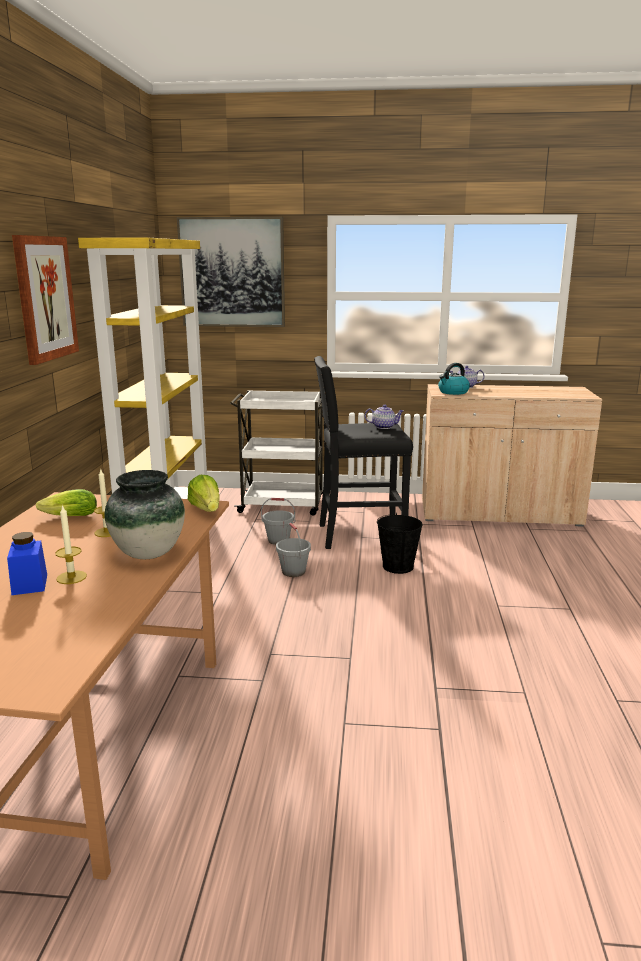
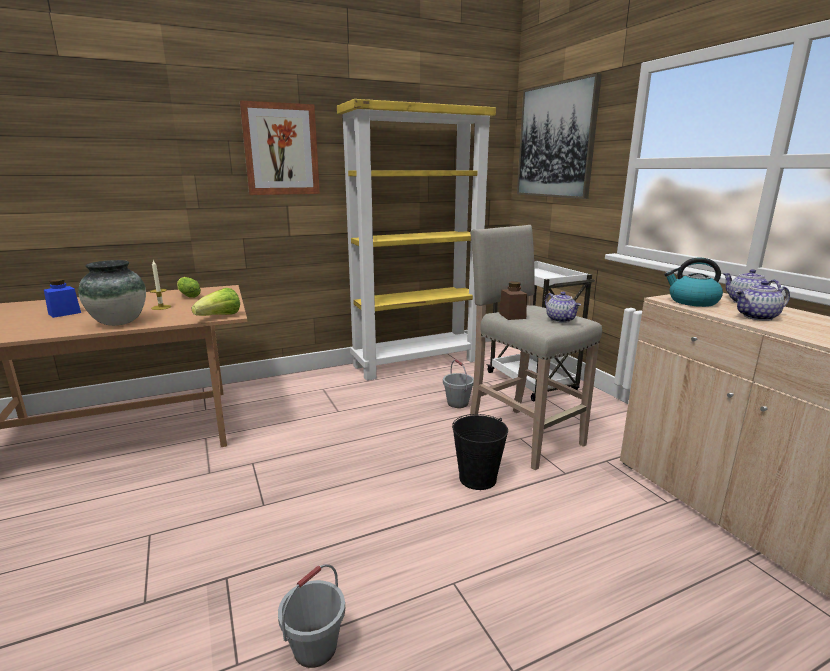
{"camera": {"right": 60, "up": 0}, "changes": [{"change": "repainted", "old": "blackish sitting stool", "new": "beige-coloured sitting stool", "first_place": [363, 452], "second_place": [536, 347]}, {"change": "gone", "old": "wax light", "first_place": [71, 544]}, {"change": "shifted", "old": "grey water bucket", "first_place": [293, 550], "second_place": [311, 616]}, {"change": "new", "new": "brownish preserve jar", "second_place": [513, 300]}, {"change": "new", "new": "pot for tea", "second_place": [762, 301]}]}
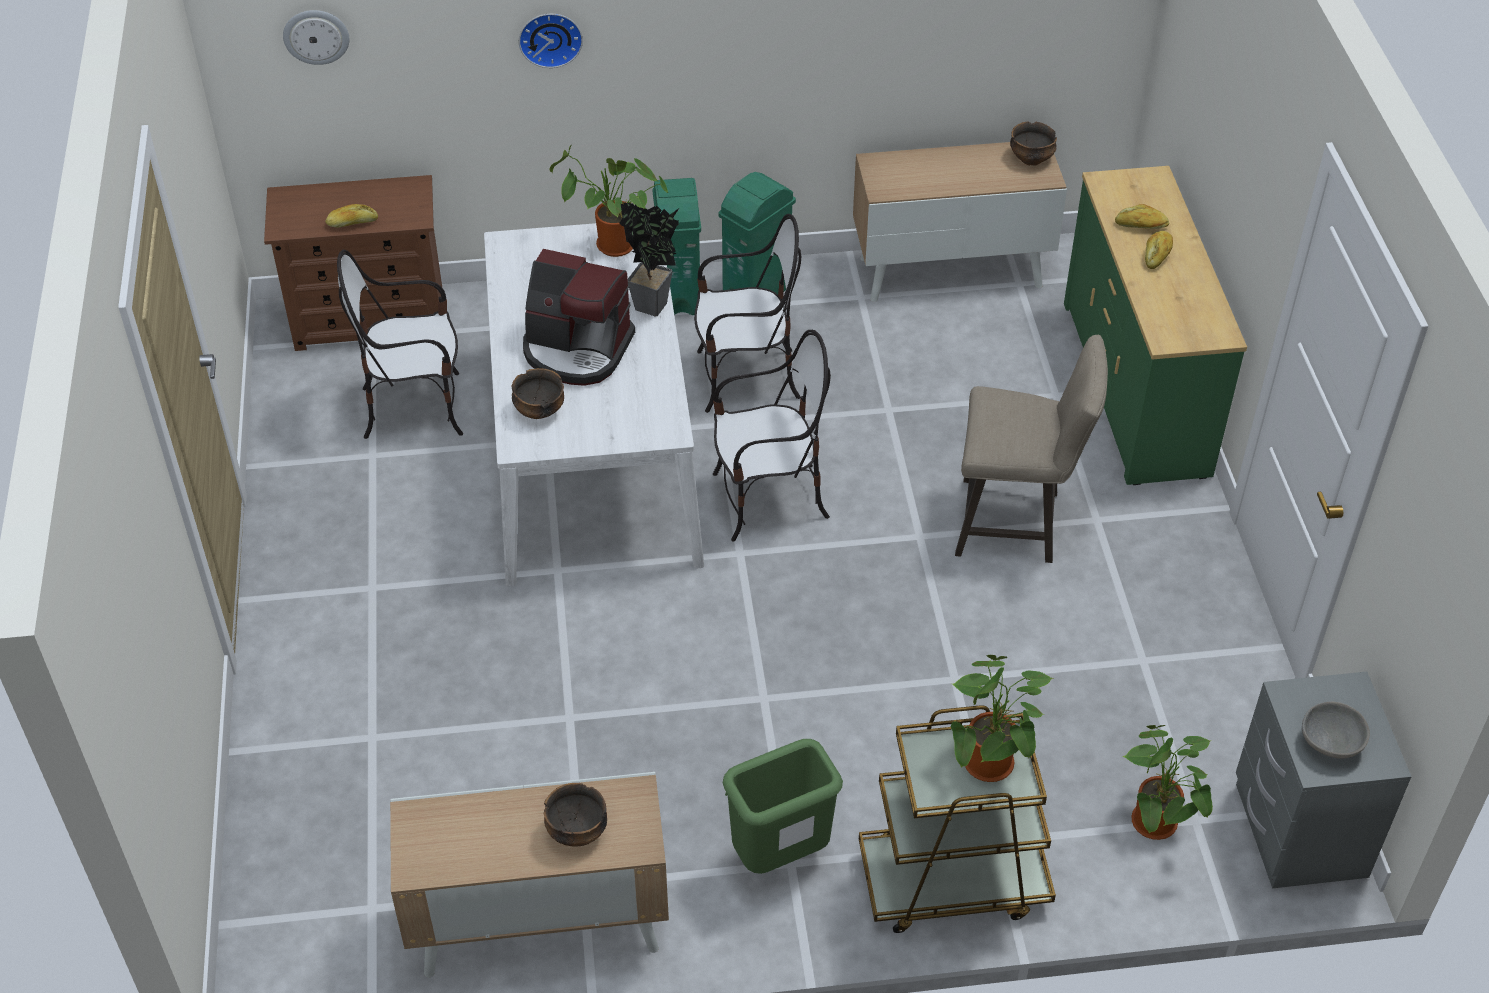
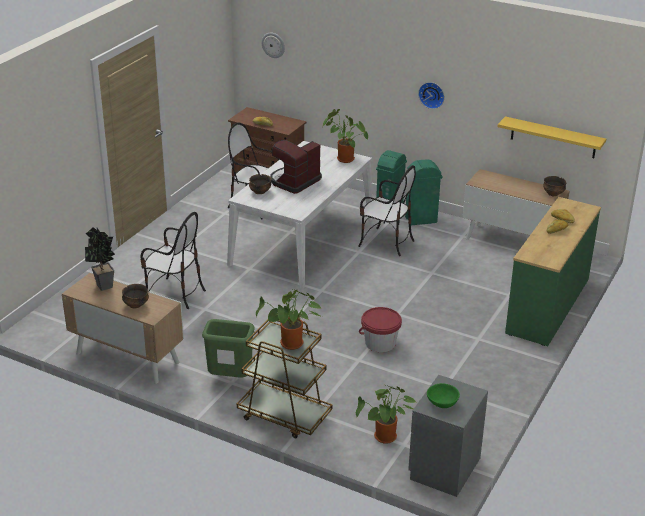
{"camera": {"right": 35, "up": -15}, "changes": [{"change": "shifted", "old": "clock on the wall", "first_place": [551, 41], "second_place": [431, 95]}, {"change": "shifted", "old": "houseplant", "first_place": [649, 260], "second_place": [100, 259]}, {"change": "rotated", "old": "coffee maker", "first_place": [579, 317], "second_place": [296, 167], "degrees": 75}, {"change": "shifted", "old": "chair", "first_place": [772, 436], "second_place": [173, 260]}, {"change": "gone", "old": "beige-coloured sitting stool", "first_place": [1031, 449]}, {"change": "repainted", "old": "grey bowl", "new": "greenish bowl", "first_place": [1336, 730], "second_place": [443, 395]}, {"change": "new", "new": "yellow shelf", "second_place": [551, 137]}, {"change": "new", "new": "red-coloured water bucket", "second_place": [380, 329]}]}
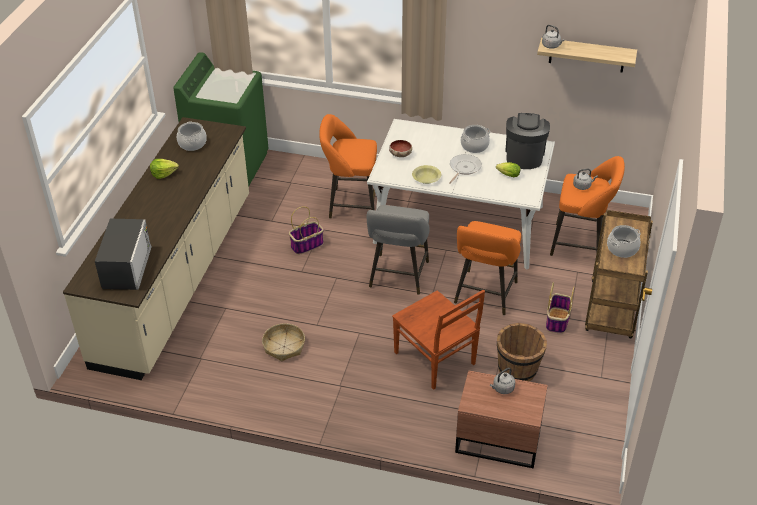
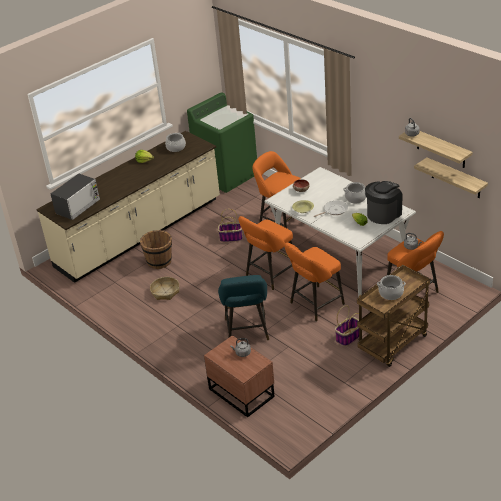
{"camera": {"right": 35, "up": -5}, "changes": [{"change": "repainted", "old": "grey sitting stool", "new": "orange-coloured sitting stool", "first_place": [398, 250], "second_place": [266, 253]}, {"change": "swapped", "old": "brownish chair", "new": "blue-green sitting stool", "first_place": [438, 340], "second_place": [243, 307]}, {"change": "shifted", "old": "brownish water bucket", "first_place": [522, 352], "second_place": [156, 249]}, {"change": "new", "new": "shelf", "second_place": [451, 177]}]}
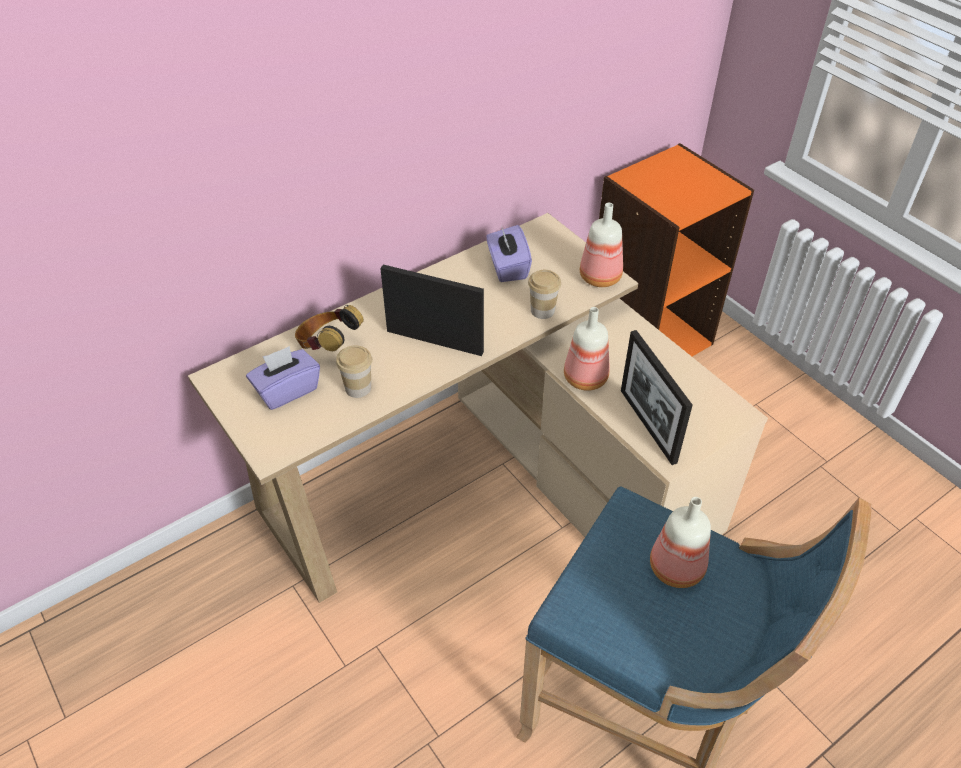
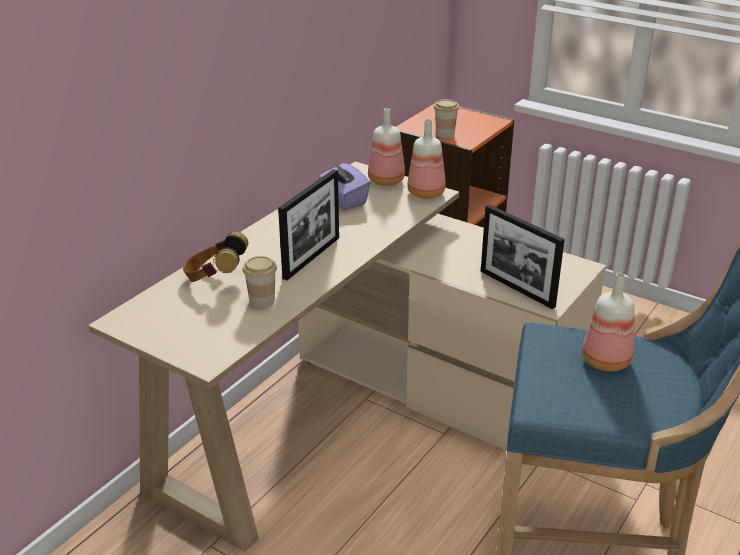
{"camera": {"right": -20, "up": -15}, "changes": [{"change": "rotated", "old": "photo frame", "first_place": [432, 310], "second_place": [308, 224], "degrees": 120}, {"change": "shifted", "old": "cup", "first_place": [544, 294], "second_place": [446, 118]}, {"change": "shifted", "old": "drink bottle", "first_place": [587, 349], "second_place": [386, 147]}, {"change": "gone", "old": "purple tissue holder", "first_place": [283, 378]}]}
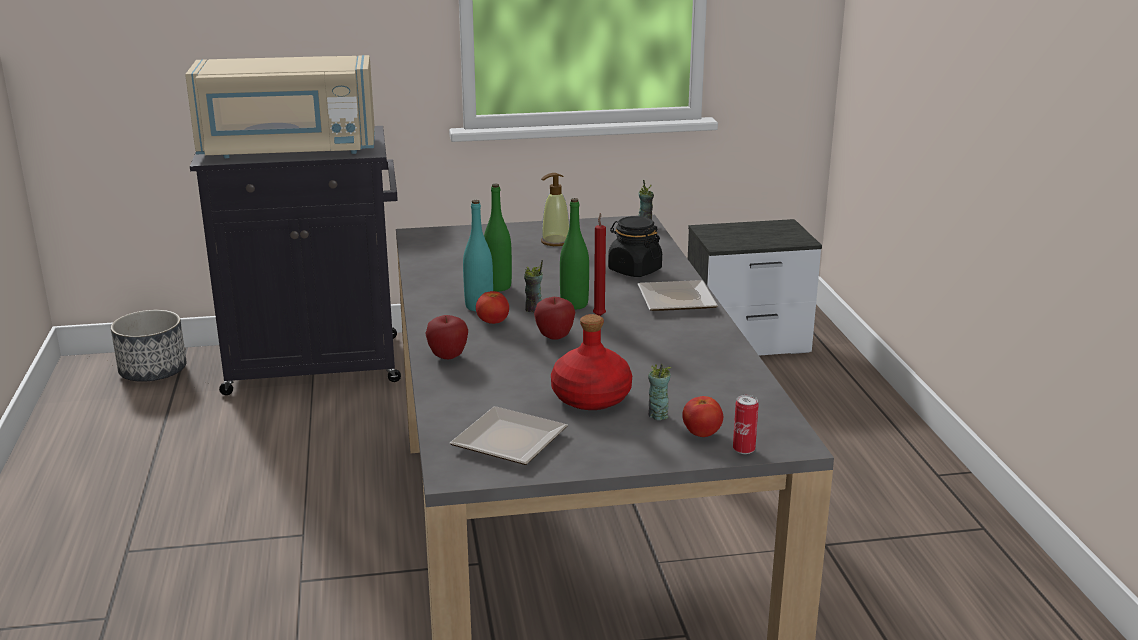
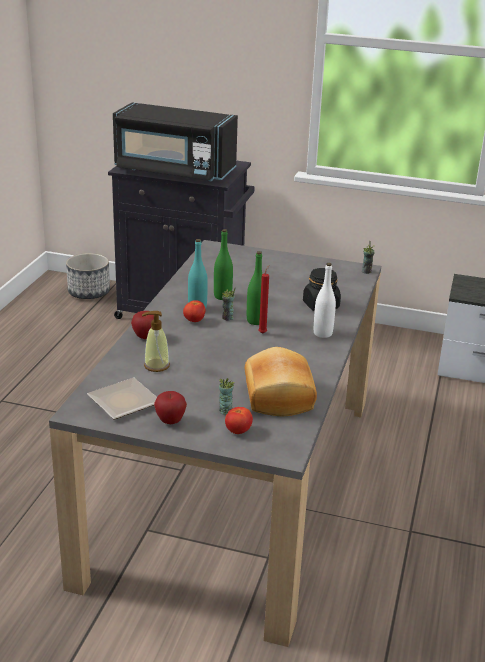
{"camera": {"right": 25, "up": 5}, "changes": [{"change": "repainted", "old": "beige-coloured kitchen microwave", "new": "blackish kitchen microwave", "first_place": [280, 106], "second_place": [175, 141]}, {"change": "shifted", "old": "soap bottle", "first_place": [555, 209], "second_place": [156, 341]}, {"change": "swapped", "old": "plate", "new": "white-coloured drink bottle", "first_place": [678, 295], "second_place": [325, 300]}, {"change": "shifted", "old": "whole apple", "first_place": [554, 318], "second_place": [170, 407]}, {"change": "gone", "old": "red-coloured drink bottle", "first_place": [591, 362]}, {"change": "gone", "old": "sealed can", "first_place": [746, 424]}, {"change": "new", "new": "baked bread", "second_place": [281, 381]}]}
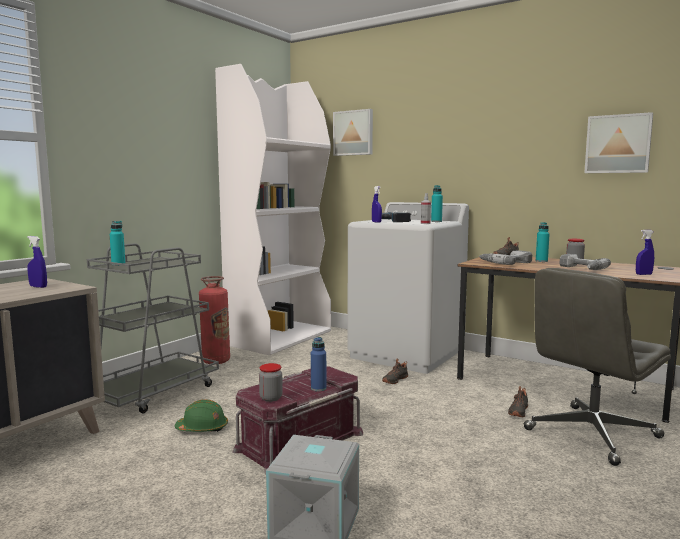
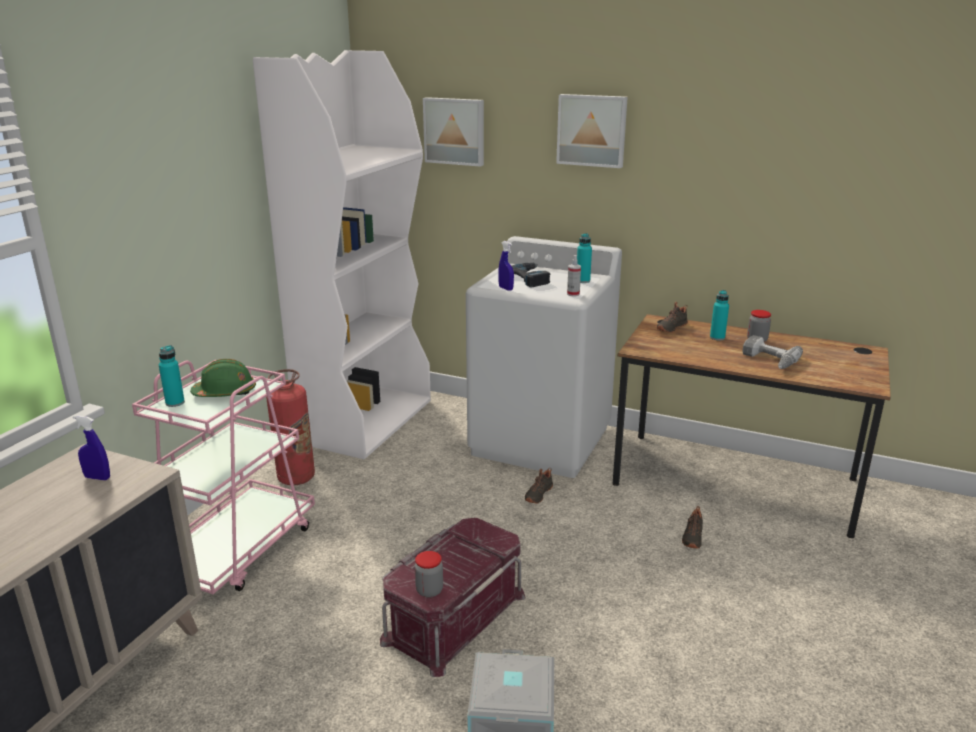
{"camera": {"right": -10, "up": 15}, "changes": [{"change": "shifted", "old": "wall art", "first_place": [618, 142], "second_place": [592, 131]}, {"change": "gone", "old": "blue hand sprayer", "first_place": [645, 252]}, {"change": "repainted", "old": "grey trolley", "new": "pink trolley", "first_place": [153, 328], "second_place": [223, 477]}, {"change": "gone", "old": "drill", "first_place": [505, 257]}, {"change": "gone", "old": "grey computer chair", "first_place": [597, 367]}, {"change": "gone", "old": "blue drink bottle", "first_place": [318, 364]}, {"change": "shifted", "old": "greenish safety helmet", "first_place": [201, 415], "second_place": [223, 378]}]}
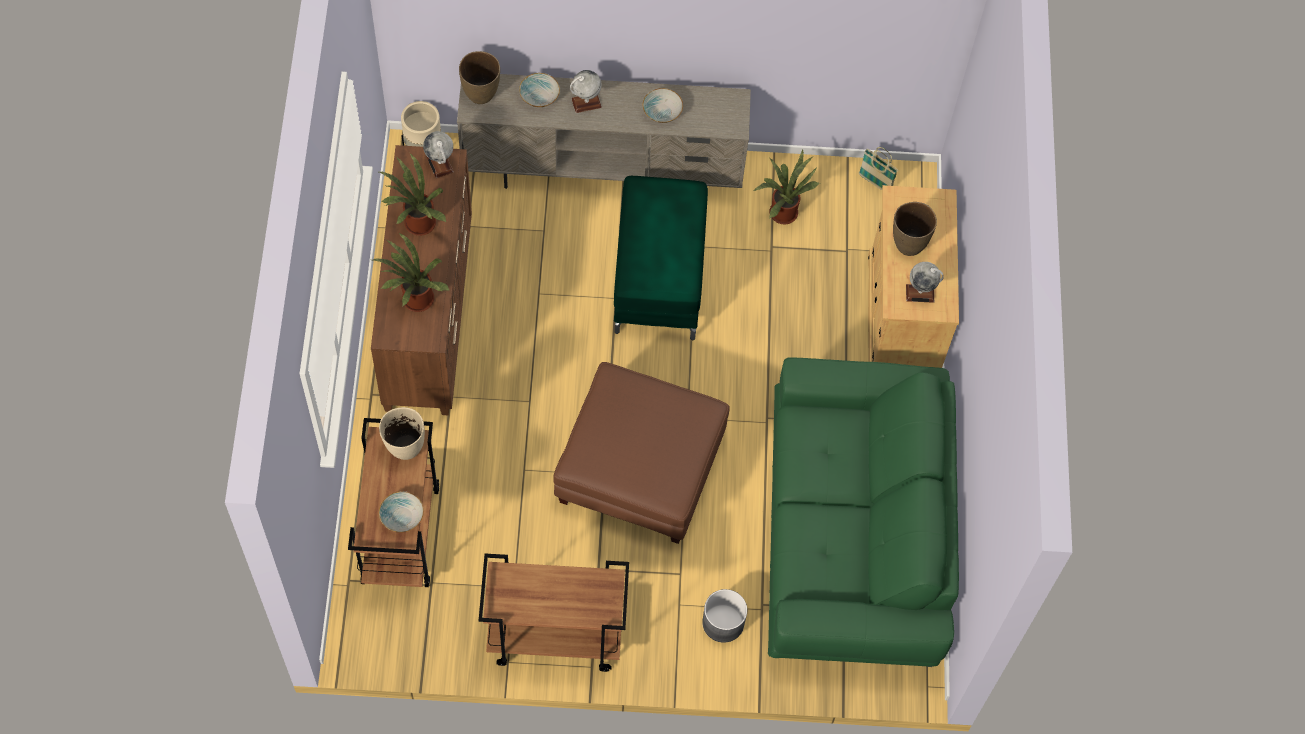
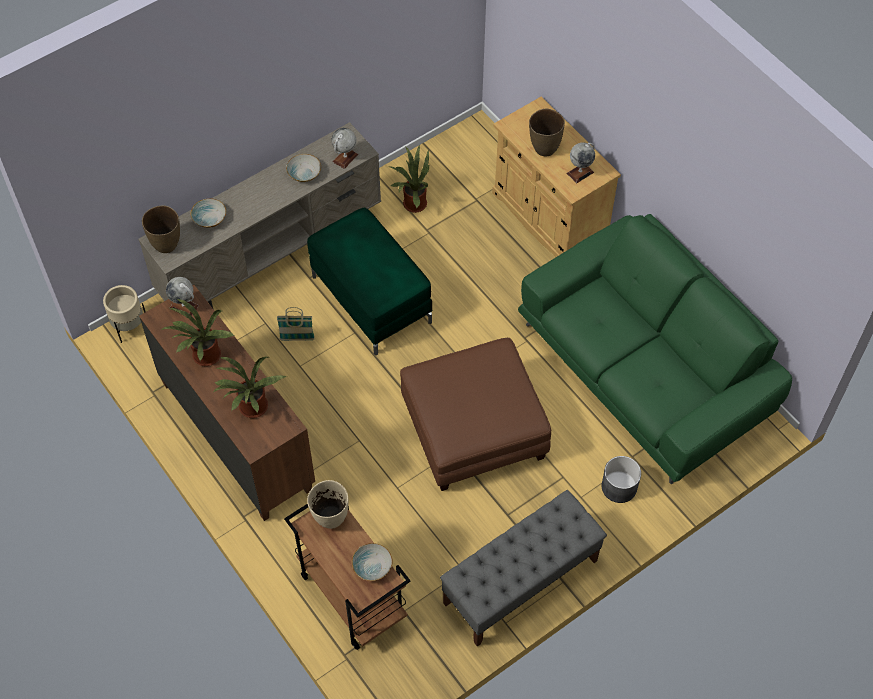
{"camera": {"right": -35, "up": -5}, "changes": [{"change": "shifted", "old": "globe", "first_place": [586, 91], "second_place": [345, 148]}, {"change": "shifted", "old": "household basket", "first_place": [878, 168], "second_place": [296, 324]}, {"change": "swapped", "old": "brownish trolley", "new": "grey bench", "first_place": [554, 613], "second_place": [523, 568]}]}
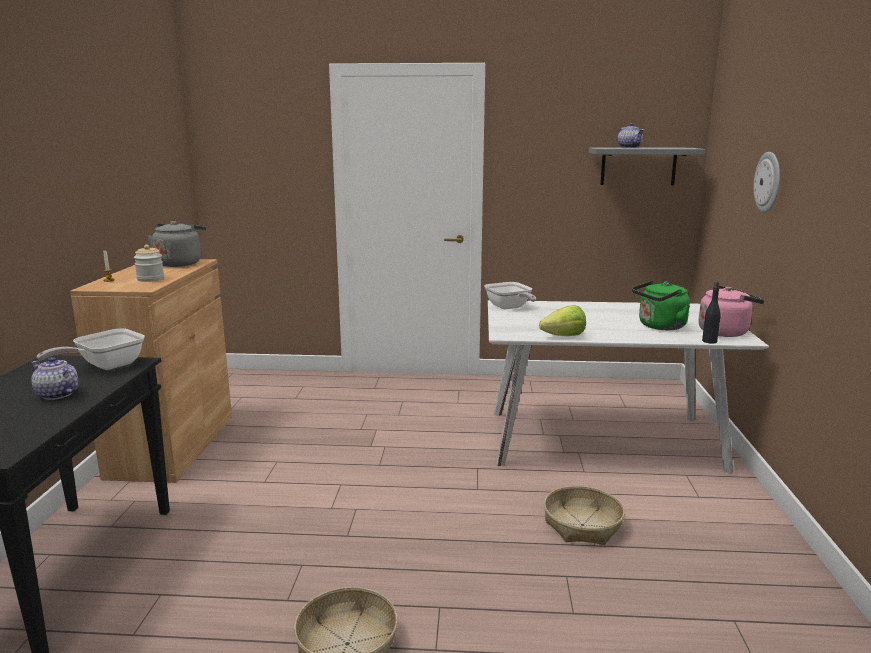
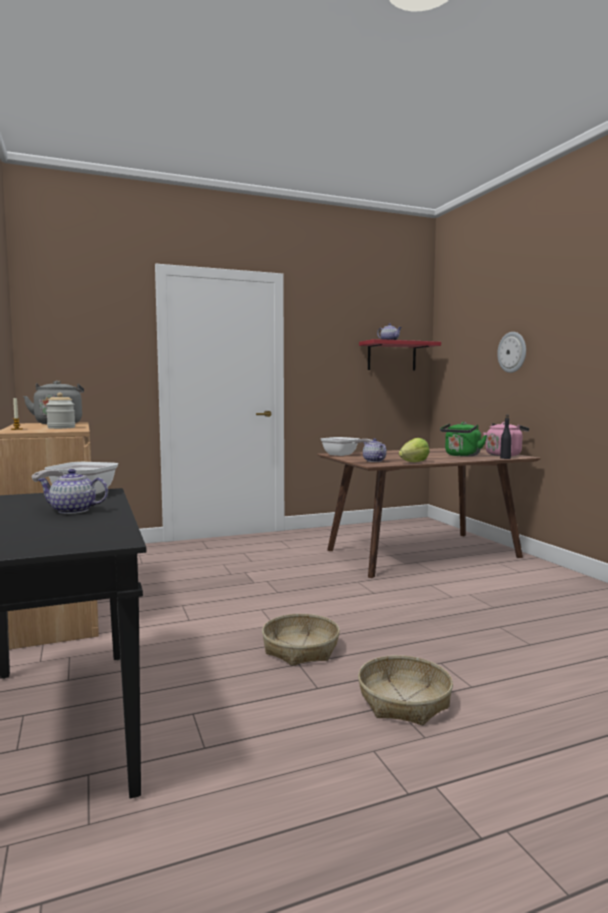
{"camera": {"right": -25, "up": -10}, "changes": [{"change": "repainted", "old": "grey shelf", "new": "red-coloured shelf", "first_place": [647, 166], "second_place": [400, 355]}, {"change": "repainted", "old": "white-coloured dining table", "new": "brownish dining table", "first_place": [628, 387], "second_place": [429, 513]}, {"change": "shifted", "old": "household basket", "first_place": [584, 515], "second_place": [301, 640]}, {"change": "new", "new": "pot for tea", "second_place": [375, 450]}]}
